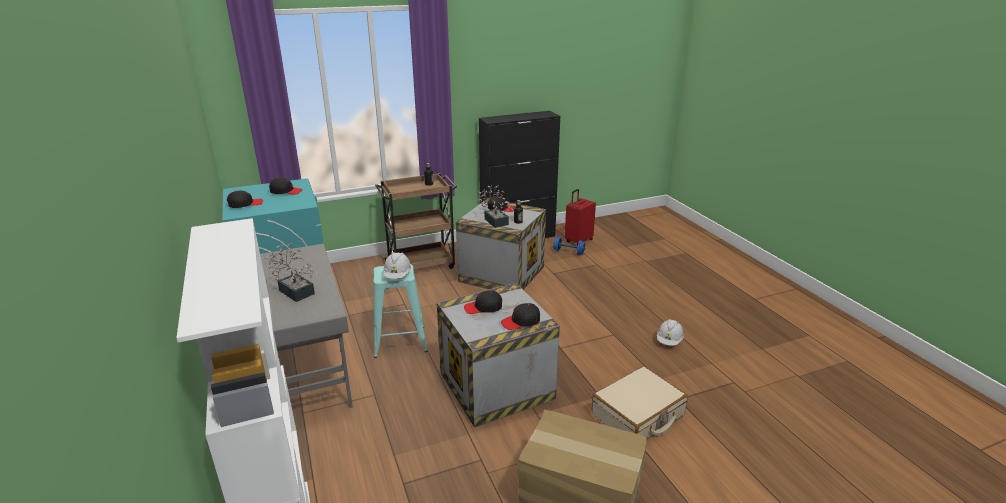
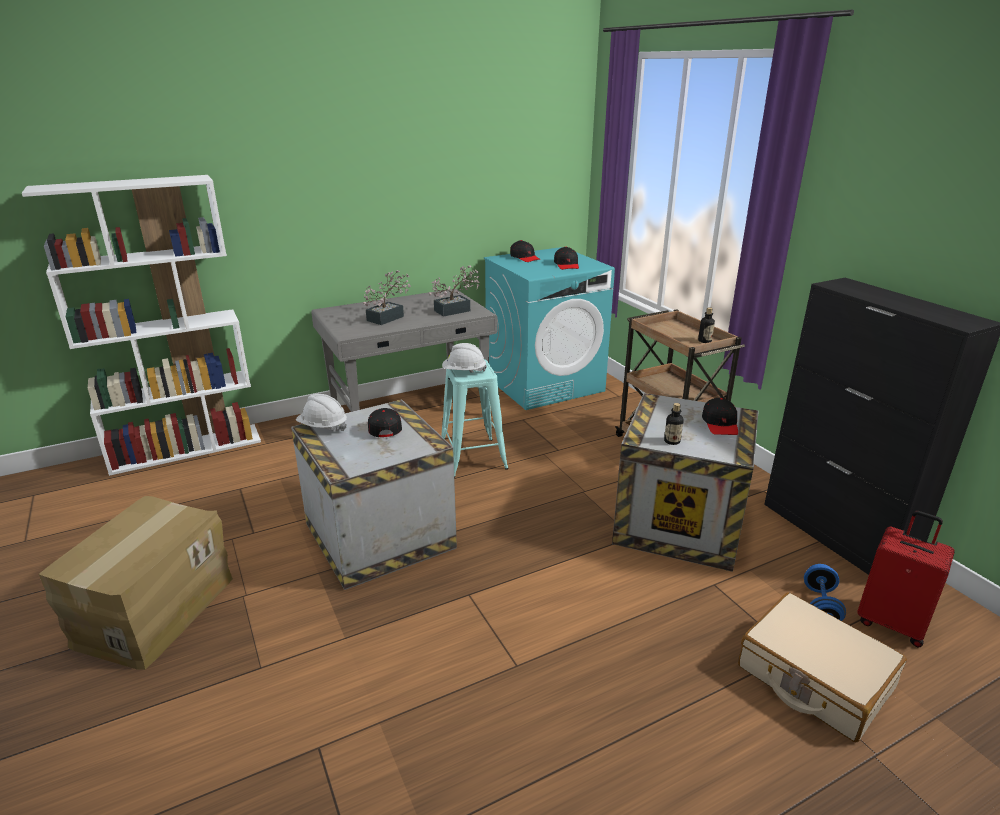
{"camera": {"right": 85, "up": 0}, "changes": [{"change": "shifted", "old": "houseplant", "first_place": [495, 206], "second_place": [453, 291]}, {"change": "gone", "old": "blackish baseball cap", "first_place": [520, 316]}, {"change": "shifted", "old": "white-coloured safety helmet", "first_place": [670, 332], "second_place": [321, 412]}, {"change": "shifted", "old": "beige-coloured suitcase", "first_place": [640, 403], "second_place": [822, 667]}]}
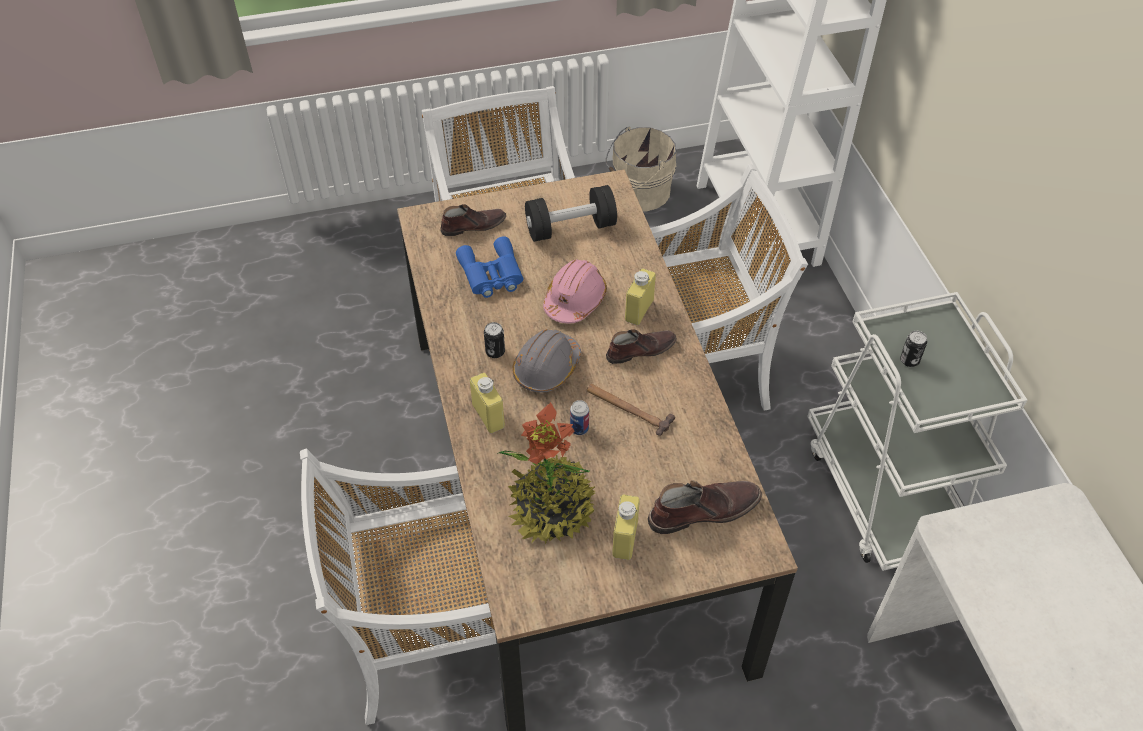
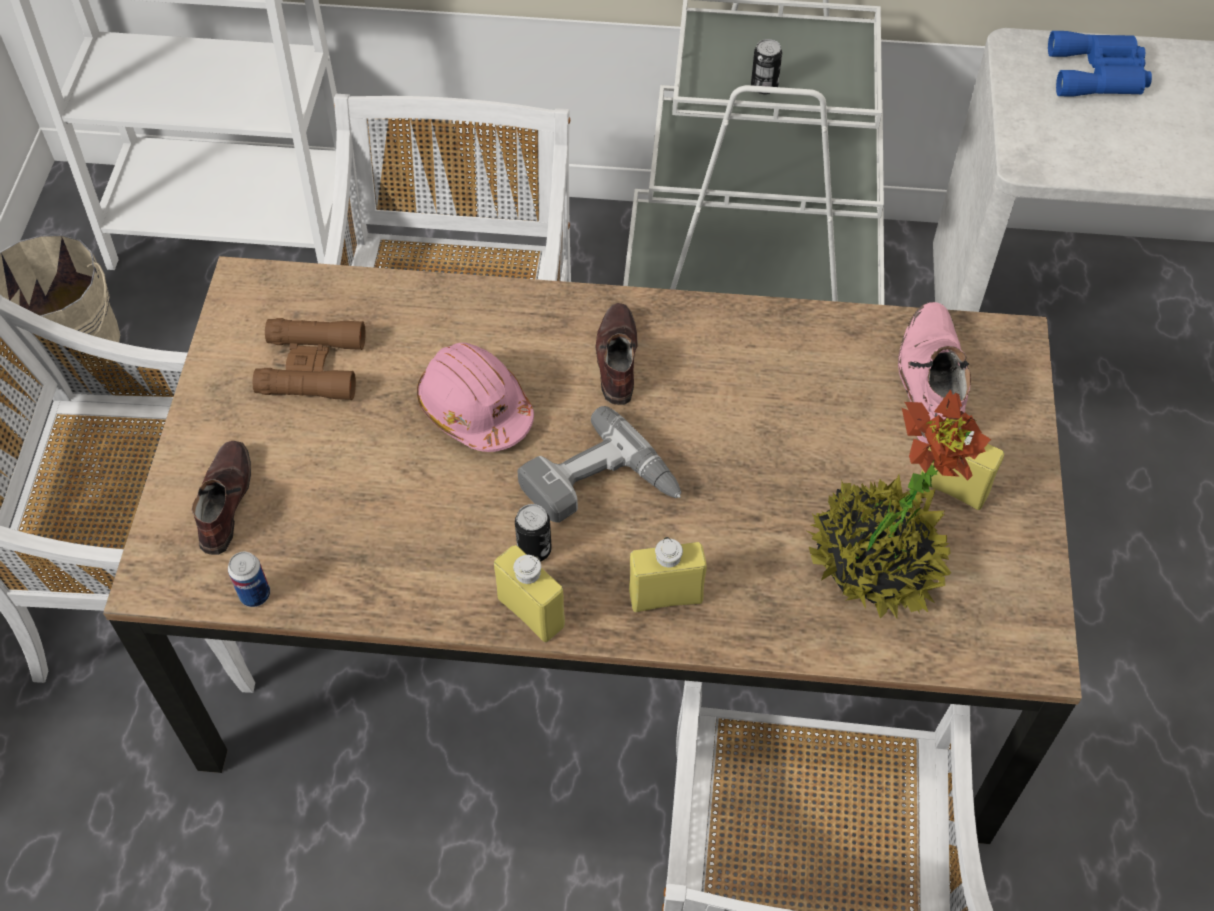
{"camera": {"right": -70, "up": 5}, "changes": [{"change": "swapped", "old": "blackish free weight", "new": "brownish binoculars", "first_place": [571, 213], "second_place": [309, 359]}, {"change": "shifted", "old": "blue binoculars", "first_place": [489, 267], "second_place": [1100, 64]}, {"change": "shifted", "old": "yellow drink bottle", "first_place": [640, 296], "second_place": [529, 593]}, {"change": "swapped", "old": "grey safety helmet", "new": "drill", "first_place": [546, 360], "second_place": [599, 464]}, {"change": "gone", "old": "hand hammer", "first_place": [631, 410]}, {"change": "shifted", "old": "sealed can", "first_place": [579, 417], "second_place": [249, 579]}, {"change": "repainted", "old": "brownish boot", "new": "pink boot", "first_place": [704, 507], "second_place": [934, 373]}]}
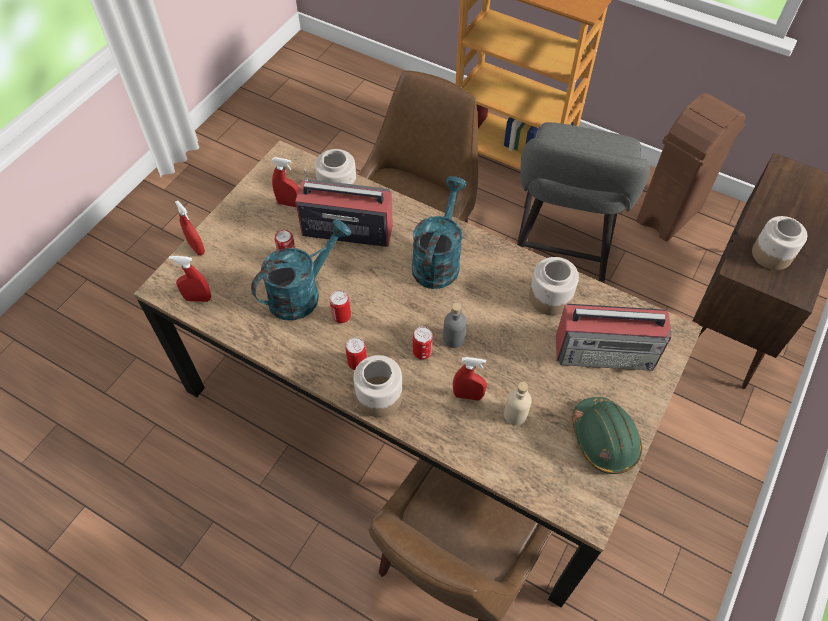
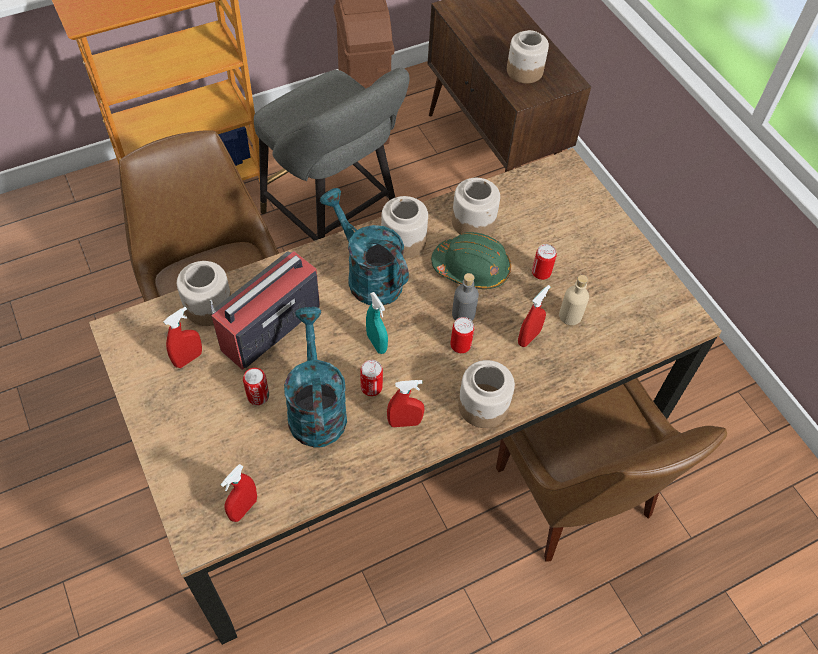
{"camera": {"right": -60, "up": 0}, "changes": [{"change": "shifted", "old": "red-coloured hand sprayer", "first_place": [190, 227], "second_place": [406, 403]}, {"change": "gone", "old": "radio", "first_place": [614, 337]}, {"change": "shifted", "old": "sealed can", "first_place": [356, 353], "second_place": [544, 262]}, {"change": "shifted", "old": "greenish safety helmet", "first_place": [607, 435], "second_place": [471, 260]}, {"change": "new", "new": "preserve jar", "second_place": [404, 227]}, {"change": "new", "new": "blue-green hand sprayer", "second_place": [377, 323]}]}
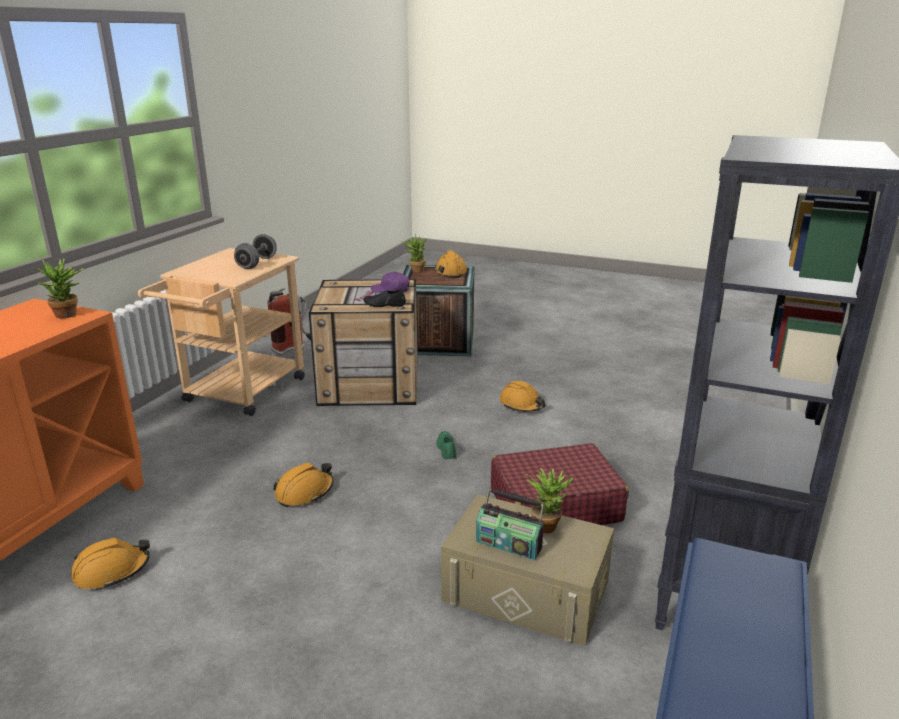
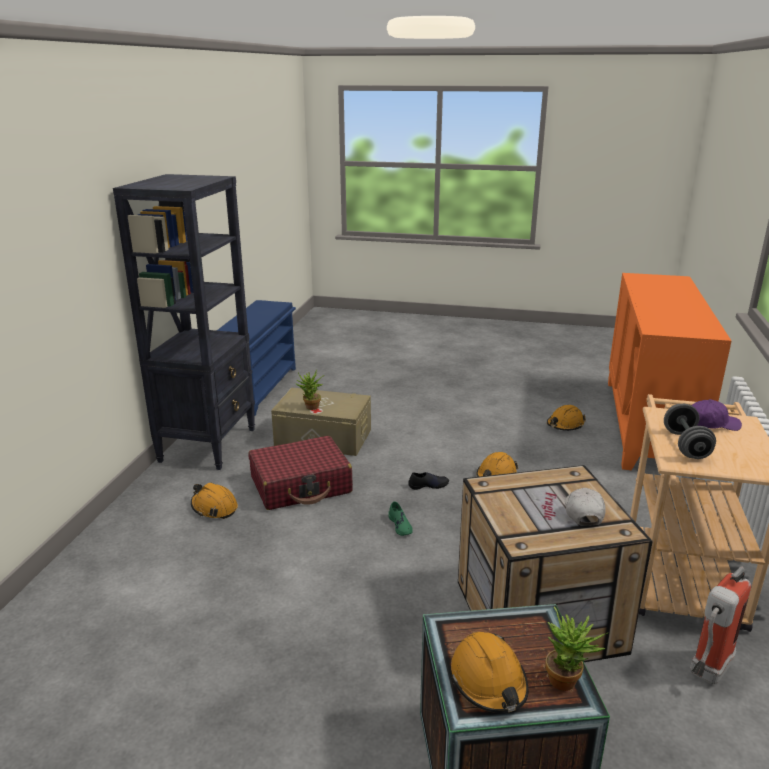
{"camera": {"right": 170, "up": 0}, "changes": [{"change": "gone", "old": "houseplant", "first_place": [60, 288]}, {"change": "shifted", "old": "purple baseball cap", "first_place": [390, 282], "second_place": [716, 415]}, {"change": "shifted", "old": "blackish item of footwear", "first_place": [384, 298], "second_place": [428, 481]}, {"change": "shifted", "old": "orange-coloured safety helmet", "first_place": [522, 396], "second_place": [214, 501]}, {"change": "gone", "old": "radio", "first_place": [510, 524]}, {"change": "new", "new": "white-coloured baseball cap", "second_place": [585, 507]}]}
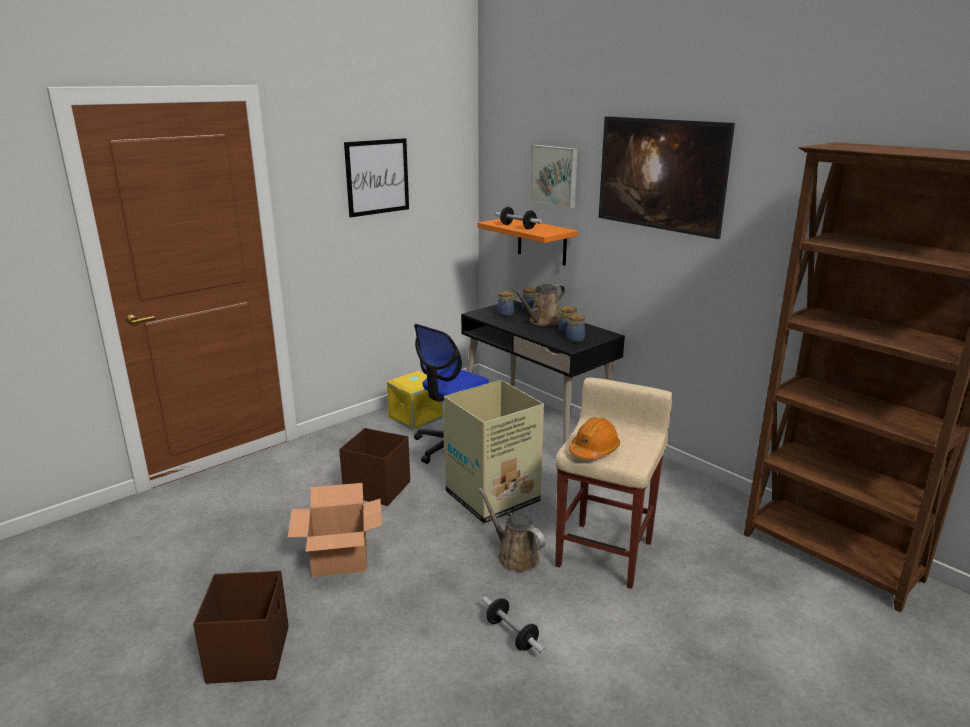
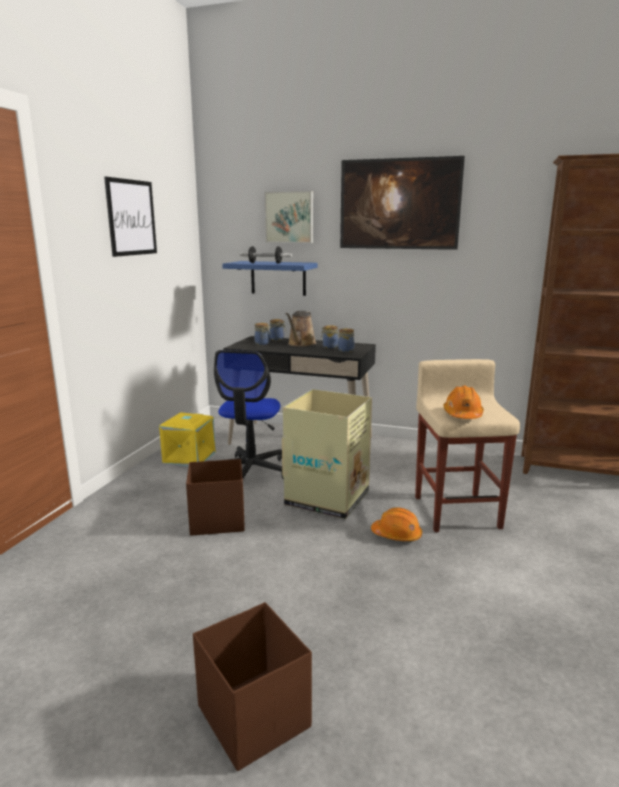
{"camera": {"right": -30, "up": -5}, "changes": [{"change": "repainted", "old": "orange-coloured shelf", "new": "blue shelf", "first_place": [528, 242], "second_place": [269, 278]}, {"change": "gone", "old": "carton", "first_place": [335, 530]}, {"change": "swapped", "old": "brownish sprinkling can", "new": "orange-coloured safety helmet", "first_place": [512, 529], "second_place": [396, 525]}, {"change": "gone", "old": "free weight", "first_place": [513, 625]}]}
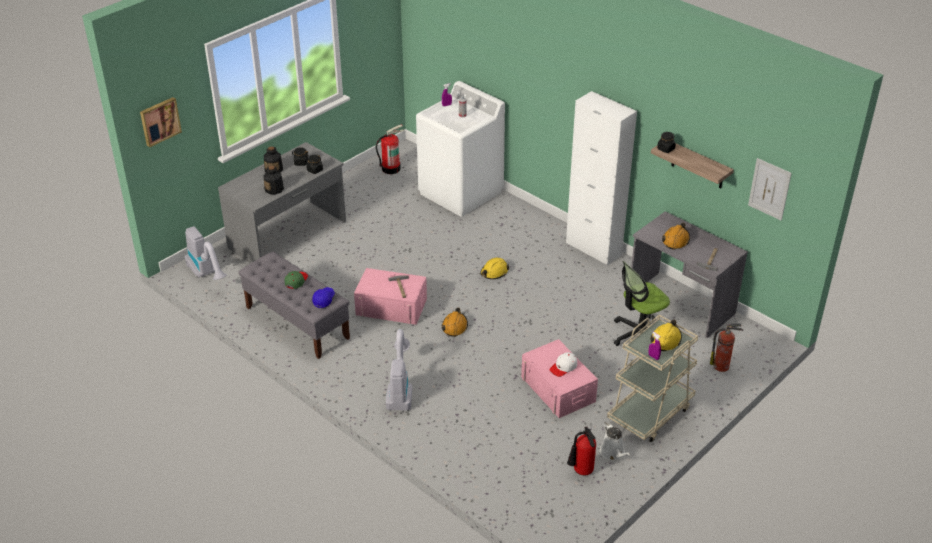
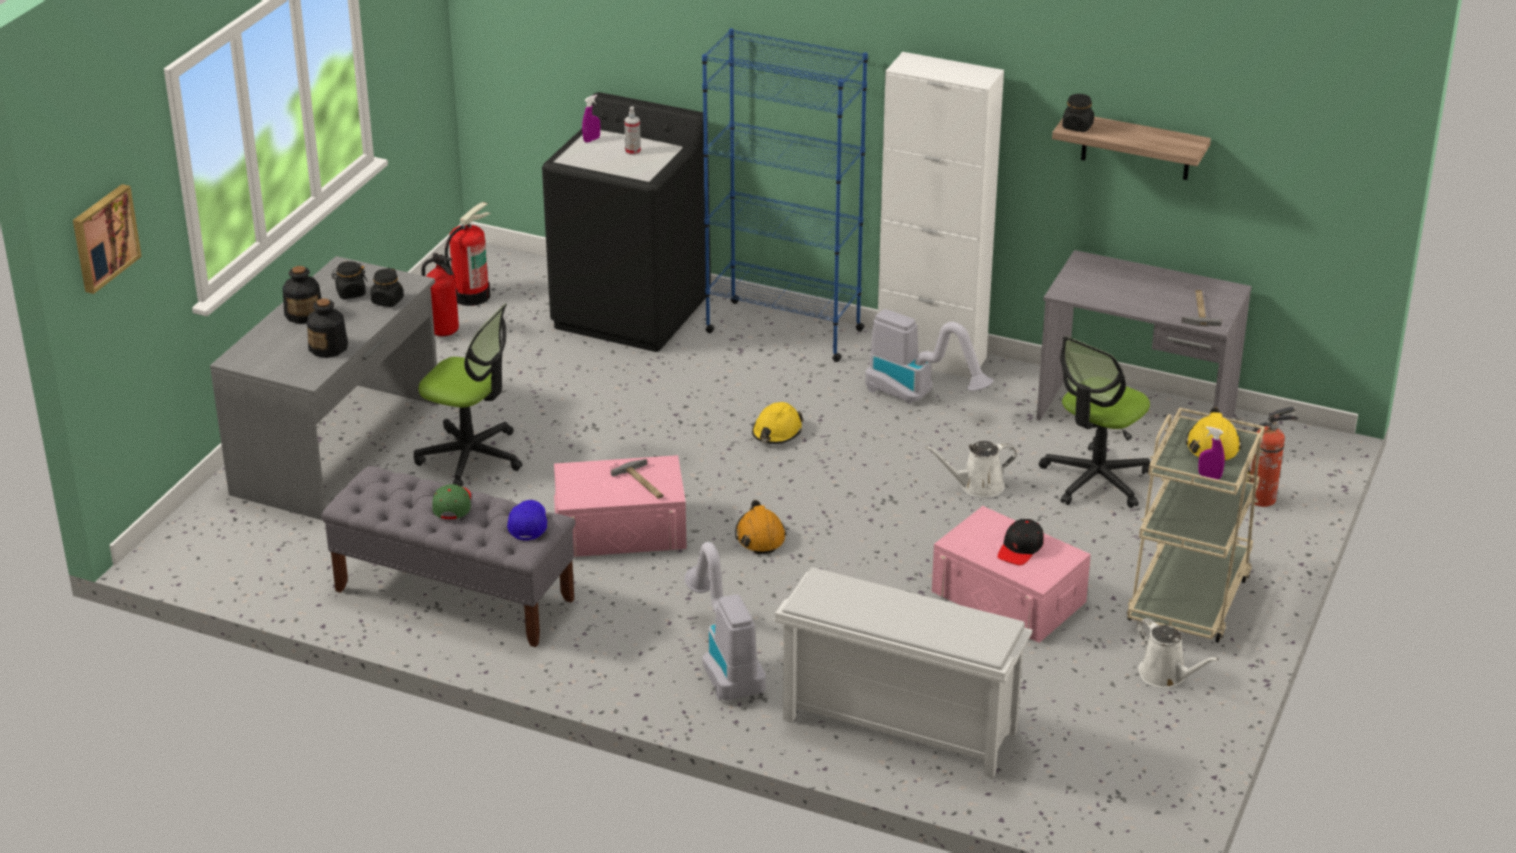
{"camera": {"right": -20, "up": -5}, "changes": [{"change": "repainted", "old": "white-coloured washing machine", "new": "blackish washing machine", "first_place": [460, 149], "second_place": [626, 222]}, {"change": "gone", "old": "wall art", "first_place": [770, 189]}, {"change": "gone", "old": "orange-coloured safety helmet", "first_place": [676, 236]}, {"change": "shifted", "old": "hoover", "first_place": [206, 253], "second_place": [929, 356]}, {"change": "repainted", "old": "white-coloured baseball cap", "new": "blackish baseball cap", "first_place": [563, 364], "second_place": [1020, 542]}, {"change": "shifted", "old": "fire-fighting cylinder", "first_place": [581, 451], "second_place": [440, 294]}, {"change": "new", "new": "blue bookcase", "second_place": [785, 195]}, {"change": "new", "new": "computer chair", "second_place": [468, 395]}, {"change": "new", "new": "white-coloured sprinkling can", "second_place": [971, 469]}, {"change": "new", "new": "white-coloured shoe shelf", "second_place": [903, 672]}]}
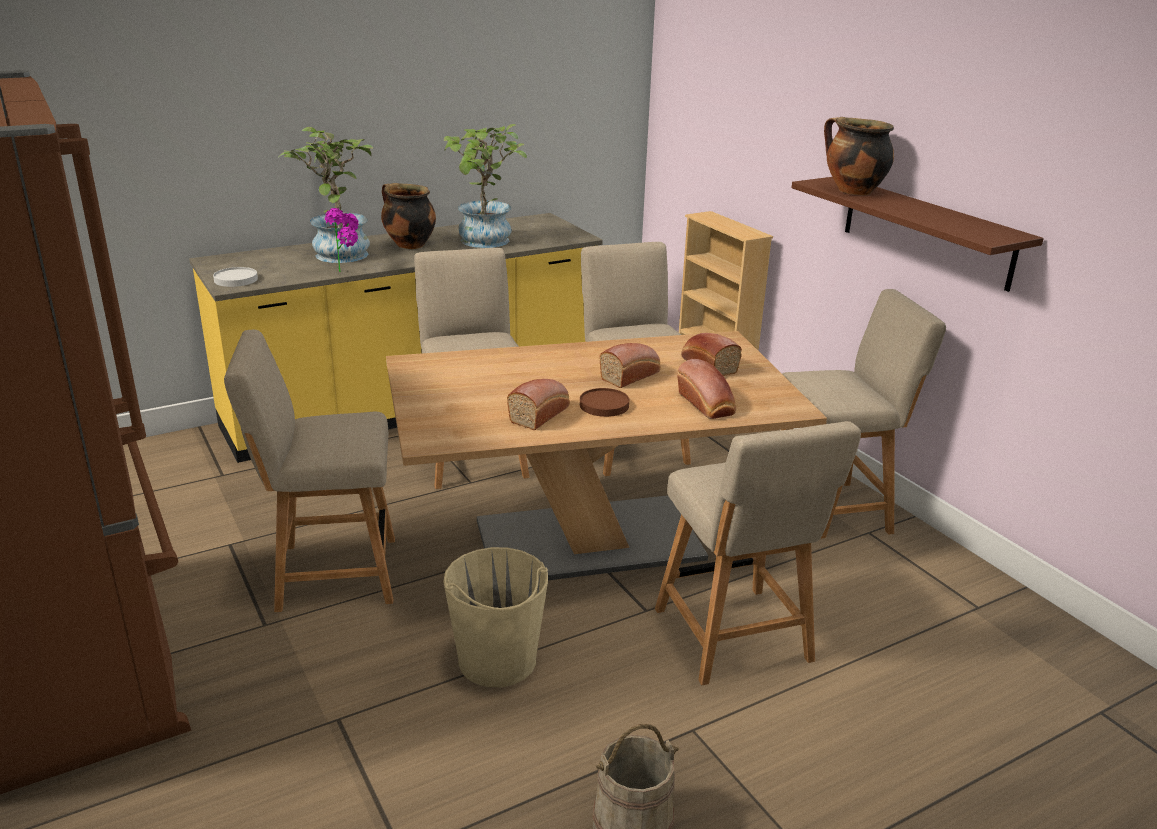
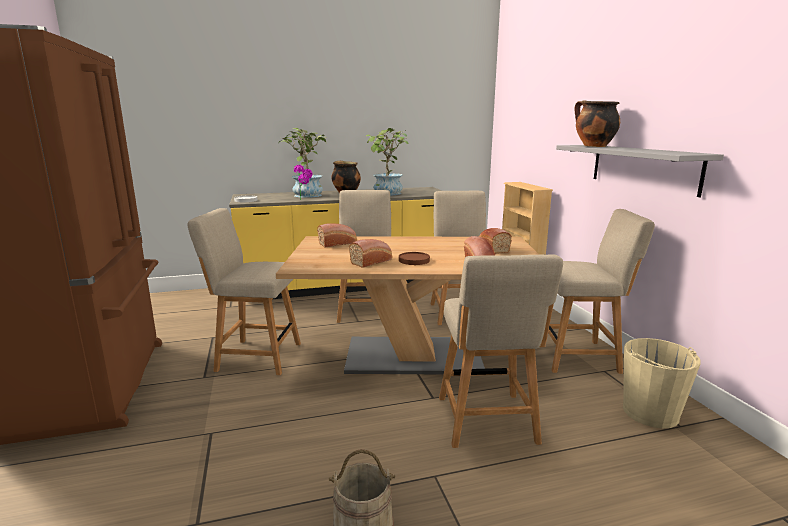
{"camera": {"right": 15, "up": -10}, "changes": [{"change": "repainted", "old": "brownish shelf", "new": "grey shelf", "first_place": [918, 234], "second_place": [640, 171]}, {"change": "shifted", "old": "baked bread", "first_place": [630, 365], "second_place": [337, 235]}, {"change": "shifted", "old": "beige-coloured water bucket", "first_place": [495, 617], "second_place": [662, 383]}]}
